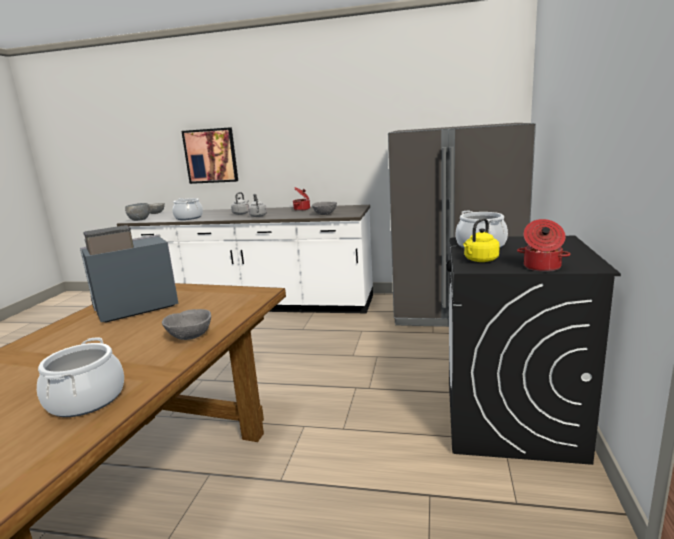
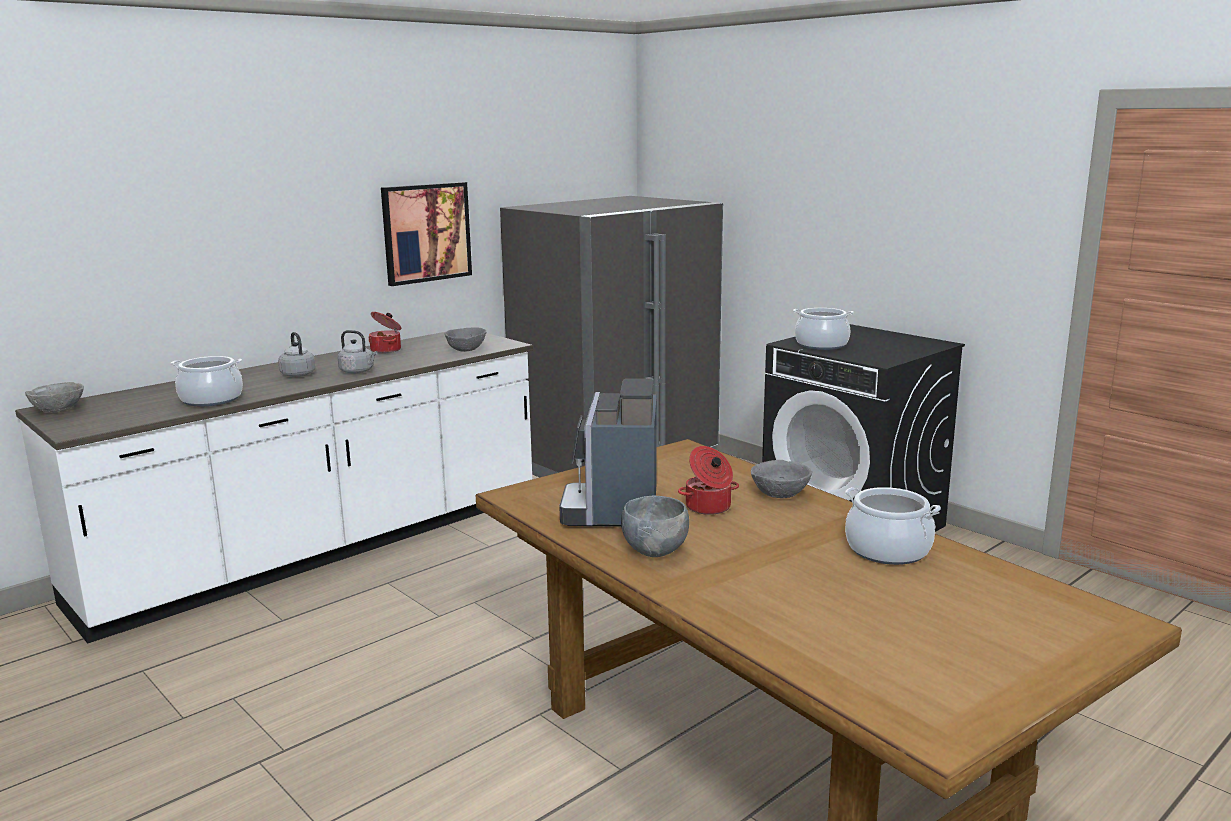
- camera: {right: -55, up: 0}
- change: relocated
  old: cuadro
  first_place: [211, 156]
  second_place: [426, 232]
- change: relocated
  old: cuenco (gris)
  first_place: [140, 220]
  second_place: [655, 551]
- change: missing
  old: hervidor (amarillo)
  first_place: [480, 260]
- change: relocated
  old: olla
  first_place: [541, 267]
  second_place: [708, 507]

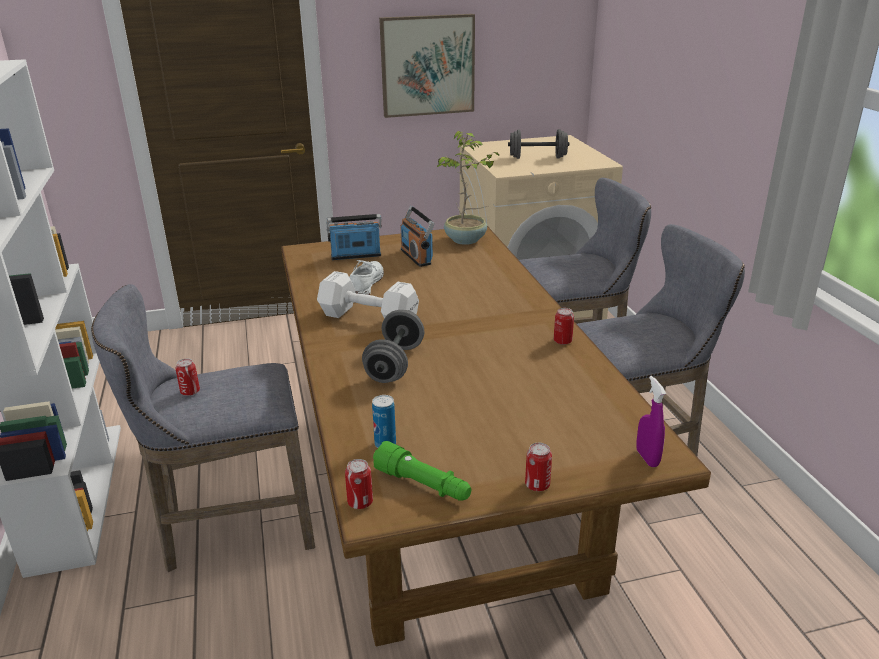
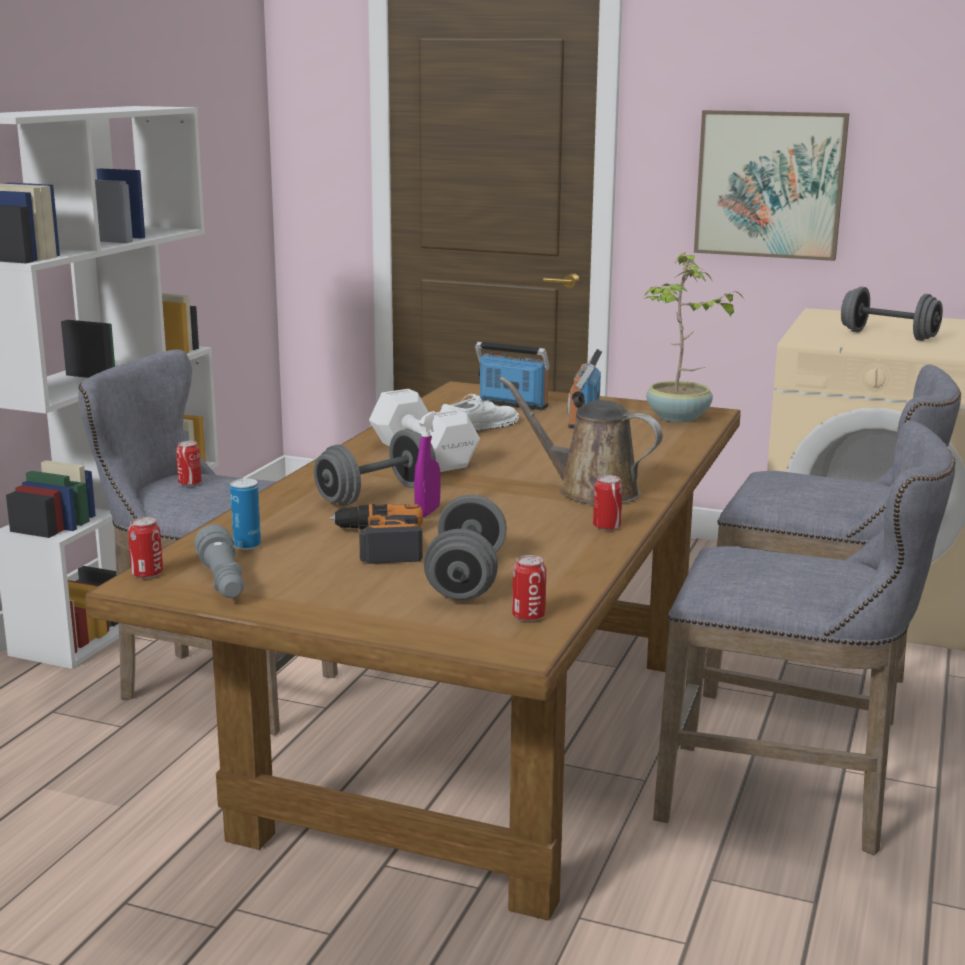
- camera: {right: 35, up: -10}
- change: relocated
  old: pulverizador (morado)
  first_place: [647, 458]
  second_place: [427, 512]
- change: colour
  old: linterna (verde)
  new: linterna (gris)
  first_place: [423, 485]
  second_place: [223, 582]
- change: relocated
  old: lata
  first_place: [537, 485]
  second_place: [528, 616]
- change: appeared
  new: regadera (marrón)
  second_place: [590, 491]
- change: appeared
  new: mancuerna (gris)
  second_place: [466, 578]
- change: appeared
  new: taladro
  second_place: [378, 543]

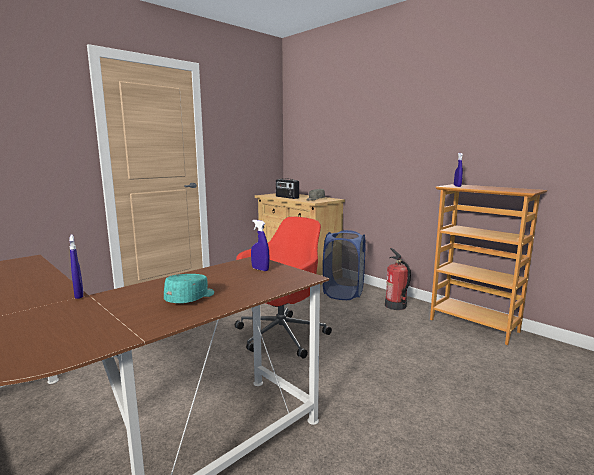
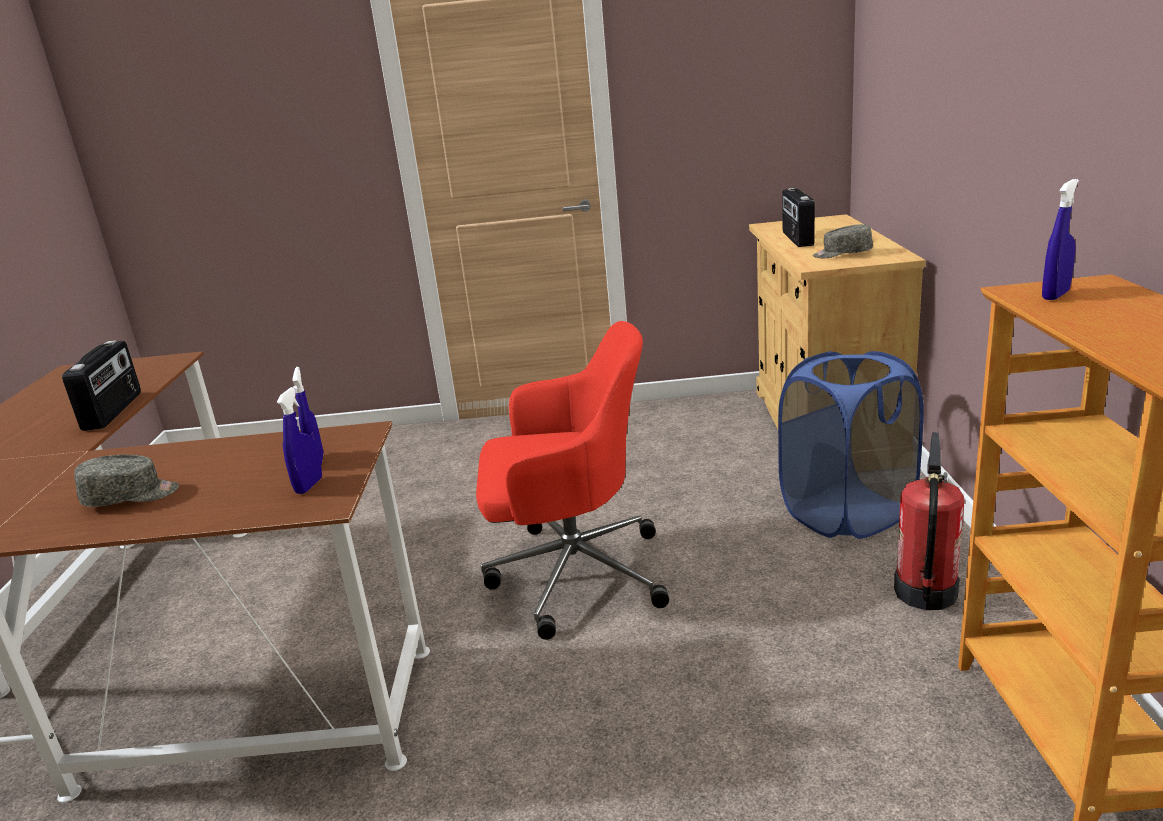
- camera: {right: 45, up: 10}
- change: relocated
  old: pulverizador (azul)
  first_place: [79, 295]
  second_place: [309, 486]
- change: colour
  old: gorra (turquesa)
  new: gorra (gris)
  first_place: [191, 298]
  second_place: [131, 497]
- change: appeared
  new: radio
  second_place: [114, 411]

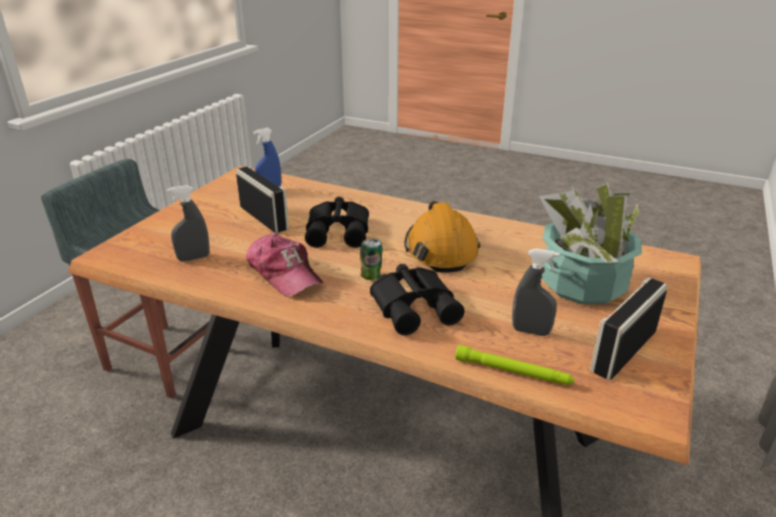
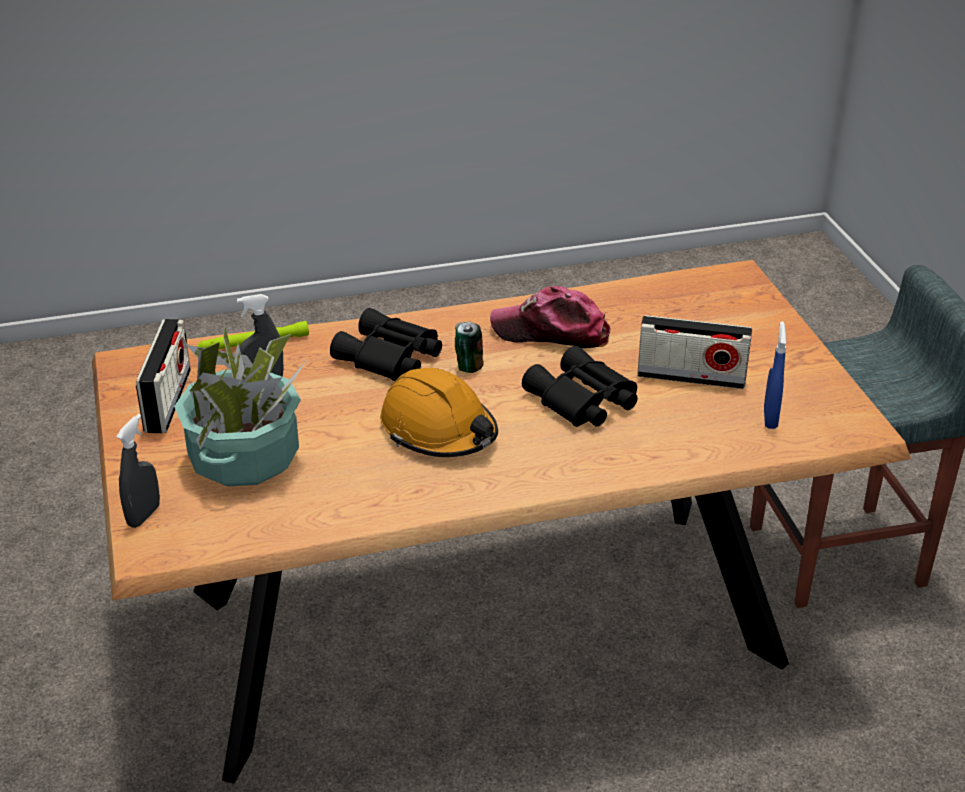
- camera: {right: 140, up: 5}
- change: relocated
  old: pulverizador (gris)
  first_place: [194, 258]
  second_place: [144, 515]

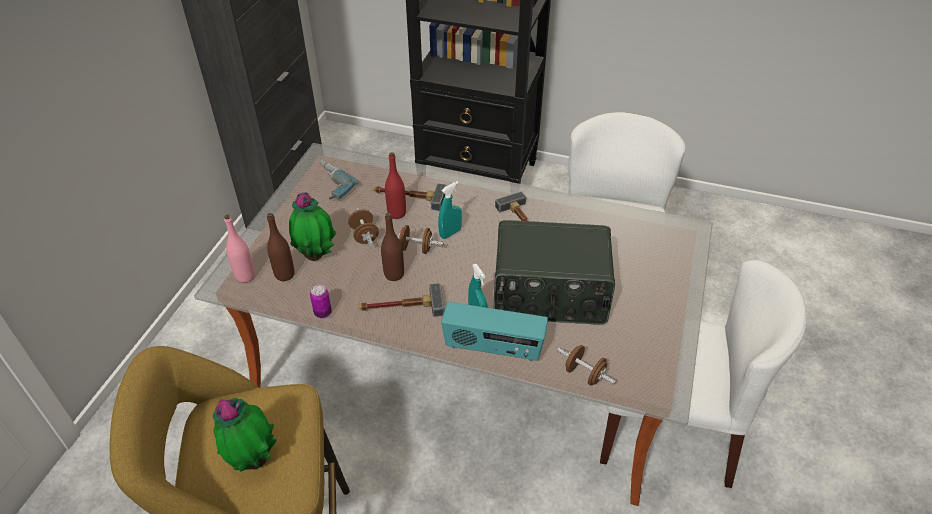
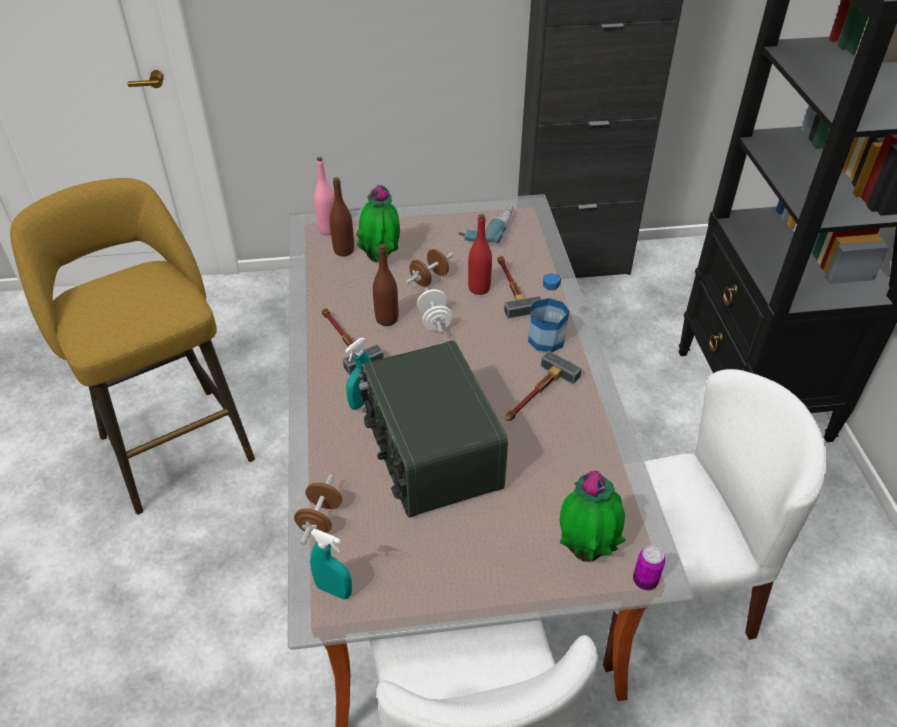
- camera: {right: 65, up: 0}
- change: relocated
  old: pulverizador (turquesa)
  first_place: [450, 233]
  second_place: [334, 590]
- change: colour
  old: mancuerna (marrón)
  new: mancuerna (blanco)
  first_place: [416, 248]
  second_place: [434, 321]
- change: relocated
  old: lata
  first_place: [323, 312]
  second_place: [645, 581]
- change: missing
  old: radio
  first_place: [493, 348]
- change: relocated
  old: planta en maceta
  first_place: [253, 459]
  second_place: [586, 550]
- change: appeared
  new: botella
  second_place: [546, 339]

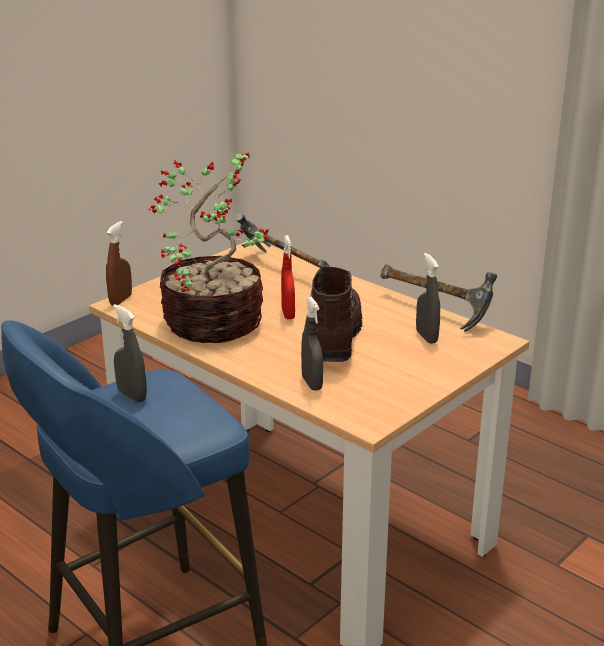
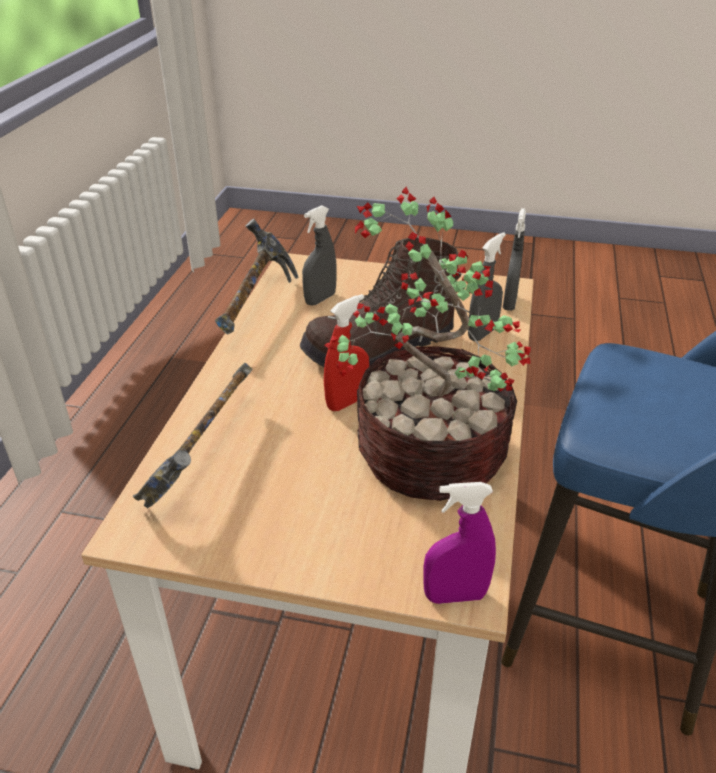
- camera: {right: -120, up: 10}
- change: colour
  old: pulverizador (marrón)
  new: pulverizador (morado)
  first_place: [120, 300]
  second_place: [455, 596]
- change: relocated
  old: pulverizador (gris)
  first_place: [132, 396]
  second_place: [509, 303]

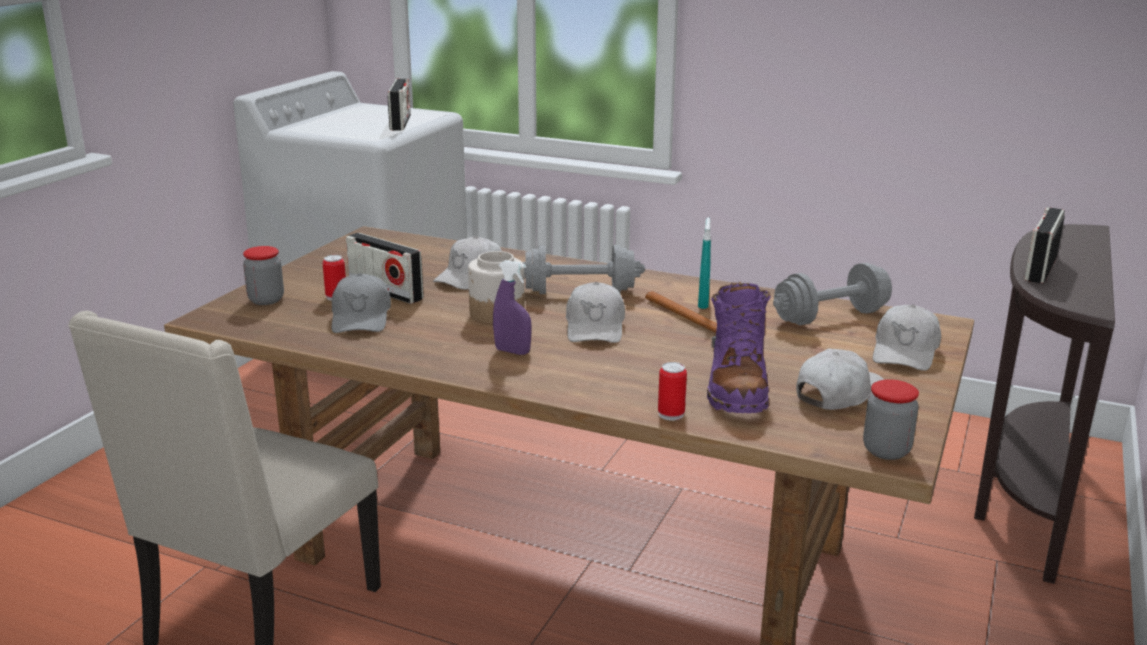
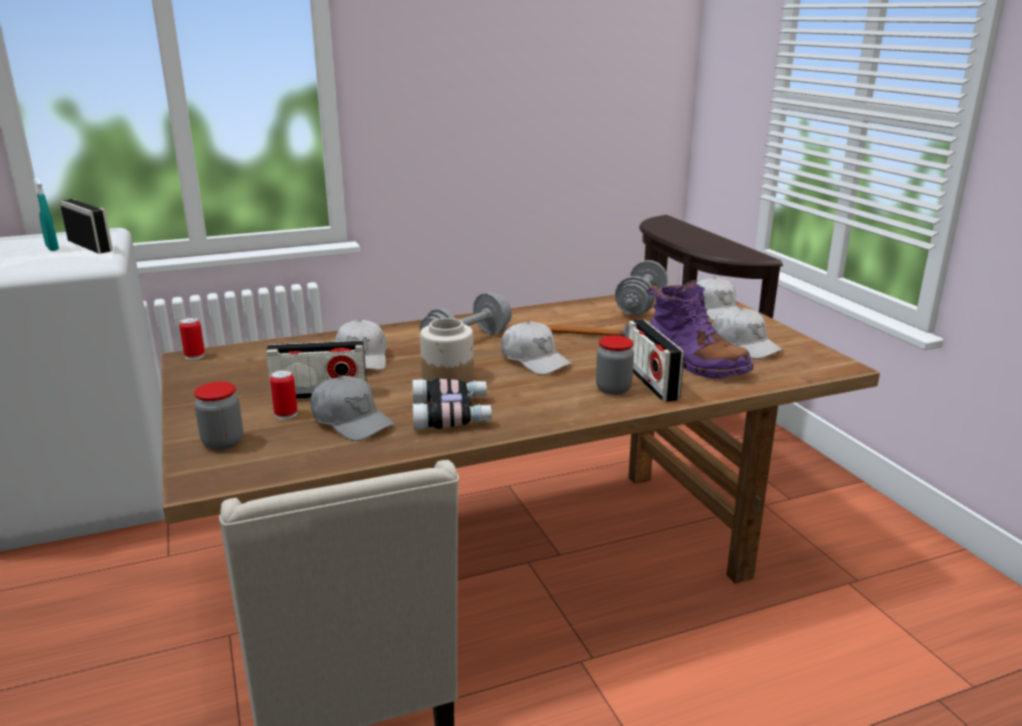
- camera: {right: -45, up: 0}
- change: relocated
  old: radio
  first_place: [1040, 268]
  second_place: [651, 382]
- change: relocated
  old: pulverizador (turquesa)
  first_place: [703, 303]
  second_place: [52, 248]
- change: missing
  old: pulverizador (morado)
  first_place: [512, 351]
- change: spun
  old: gorra (blanco)
  first_place: [840, 395]
  second_place: [745, 345]
  degrees: 135
- change: relocated
  old: lata
  first_place: [671, 414]
  second_place: [194, 356]
- change: relocated
  old: tarro
  first_place: [886, 450]
  second_place: [613, 389]
- change: appeared
  new: prismáticos
  second_place: [452, 413]

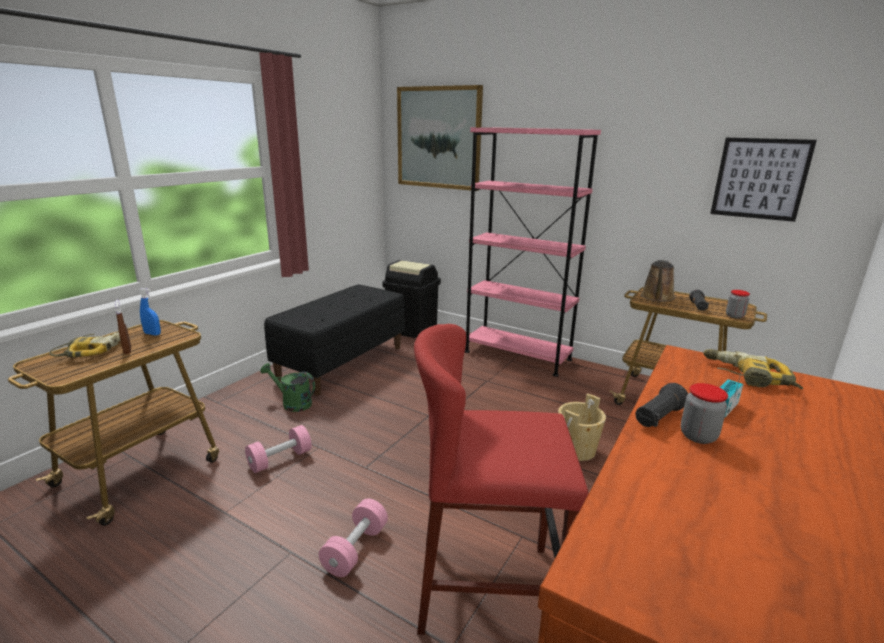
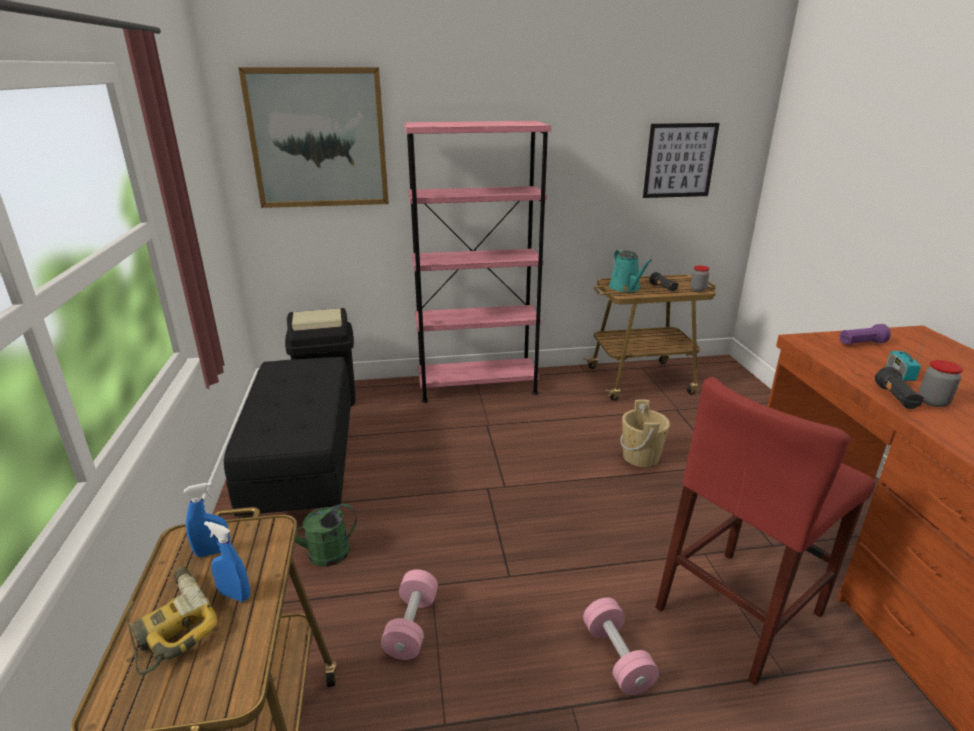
- camera: {right: -40, up: 5}
- change: colour
  old: regadera (marrón)
  new: regadera (turquesa)
  first_place: [657, 297]
  second_place: [626, 288]
- change: colour
  old: pulverizador (marrón)
  new: pulverizador (azul)
  first_place: [127, 351]
  second_place: [234, 595]
- change: exchanged
  old: taladro
  new: linterna (morado)
  first_place: [747, 377]
  second_place: [861, 344]

